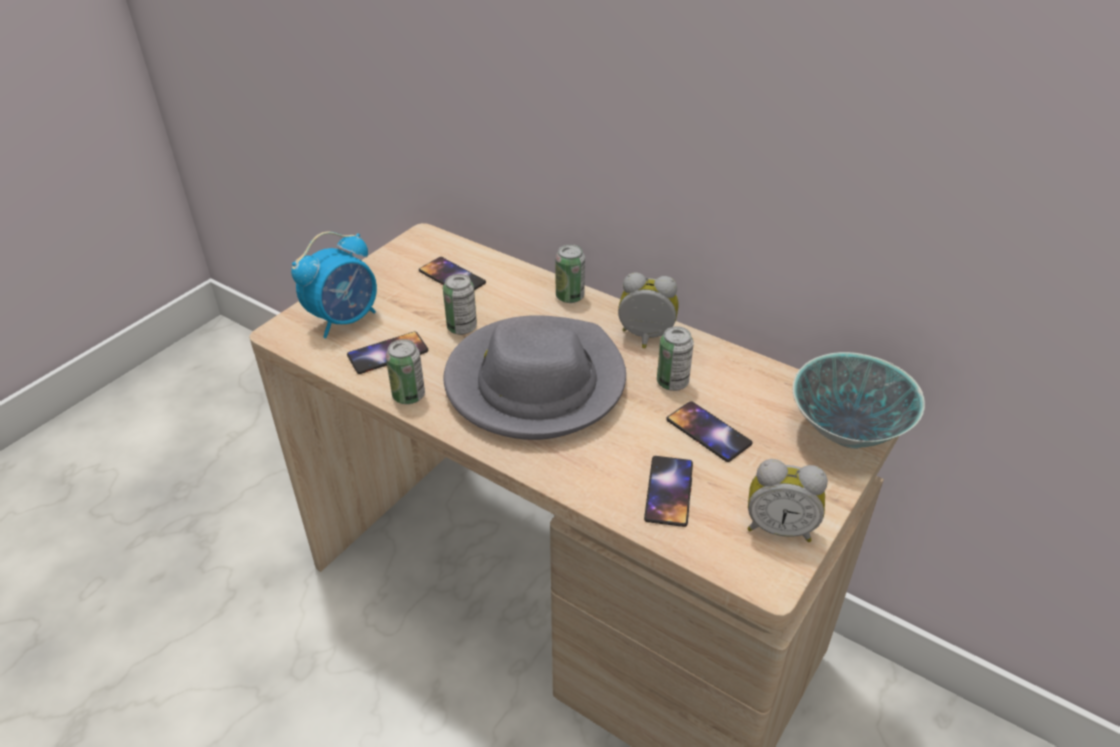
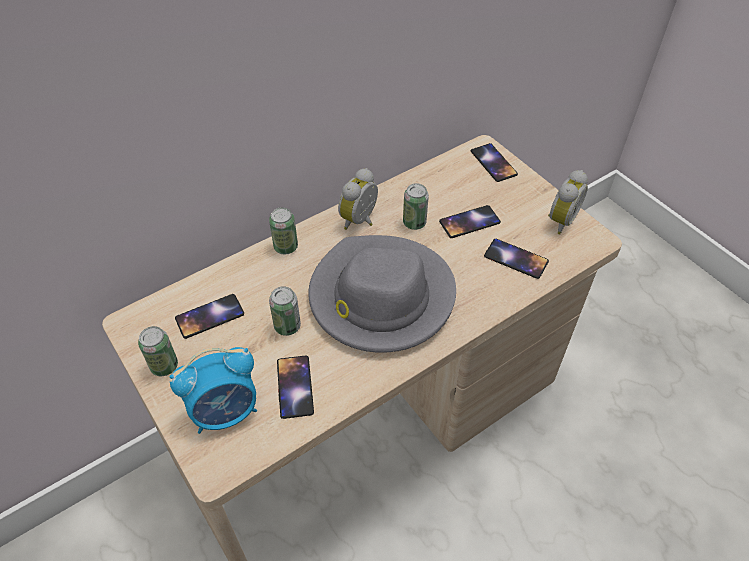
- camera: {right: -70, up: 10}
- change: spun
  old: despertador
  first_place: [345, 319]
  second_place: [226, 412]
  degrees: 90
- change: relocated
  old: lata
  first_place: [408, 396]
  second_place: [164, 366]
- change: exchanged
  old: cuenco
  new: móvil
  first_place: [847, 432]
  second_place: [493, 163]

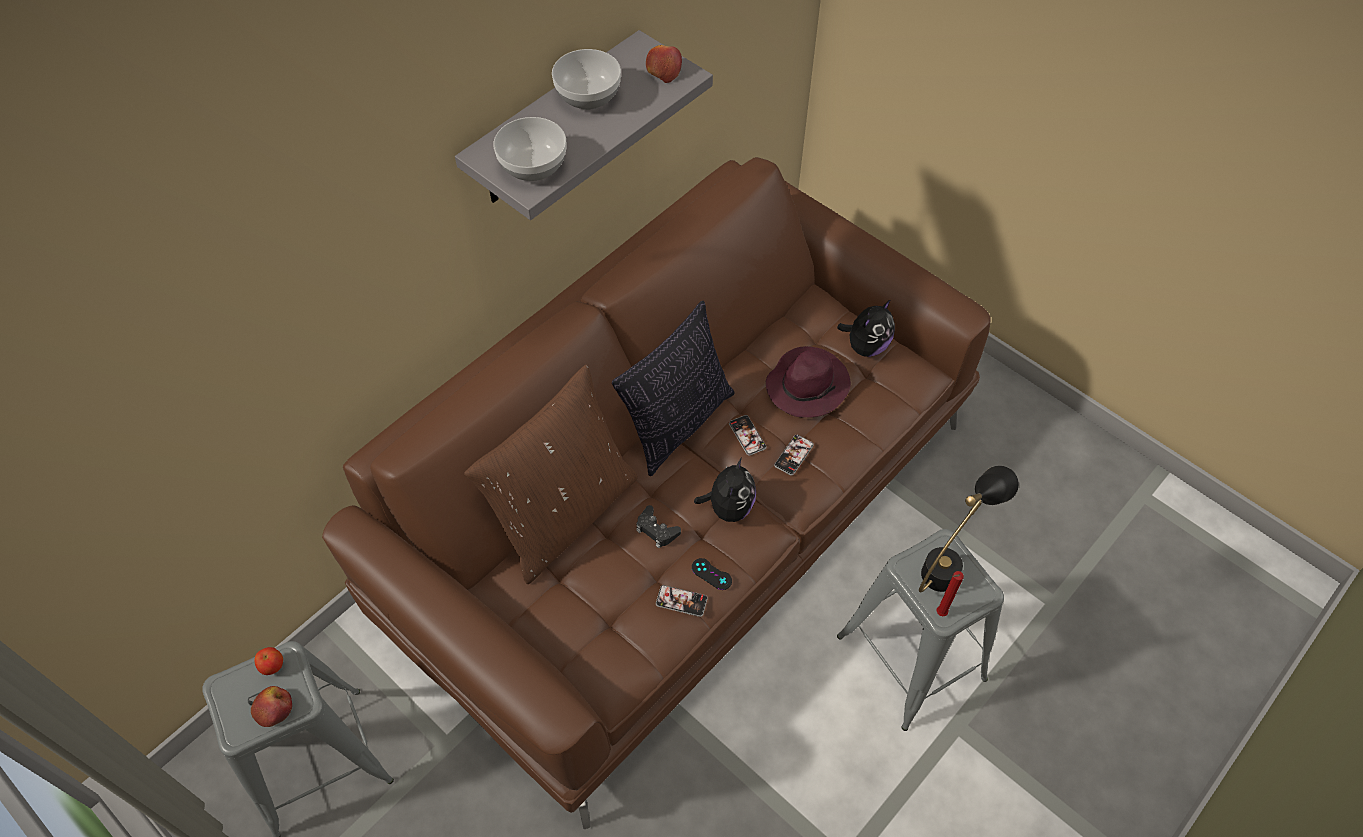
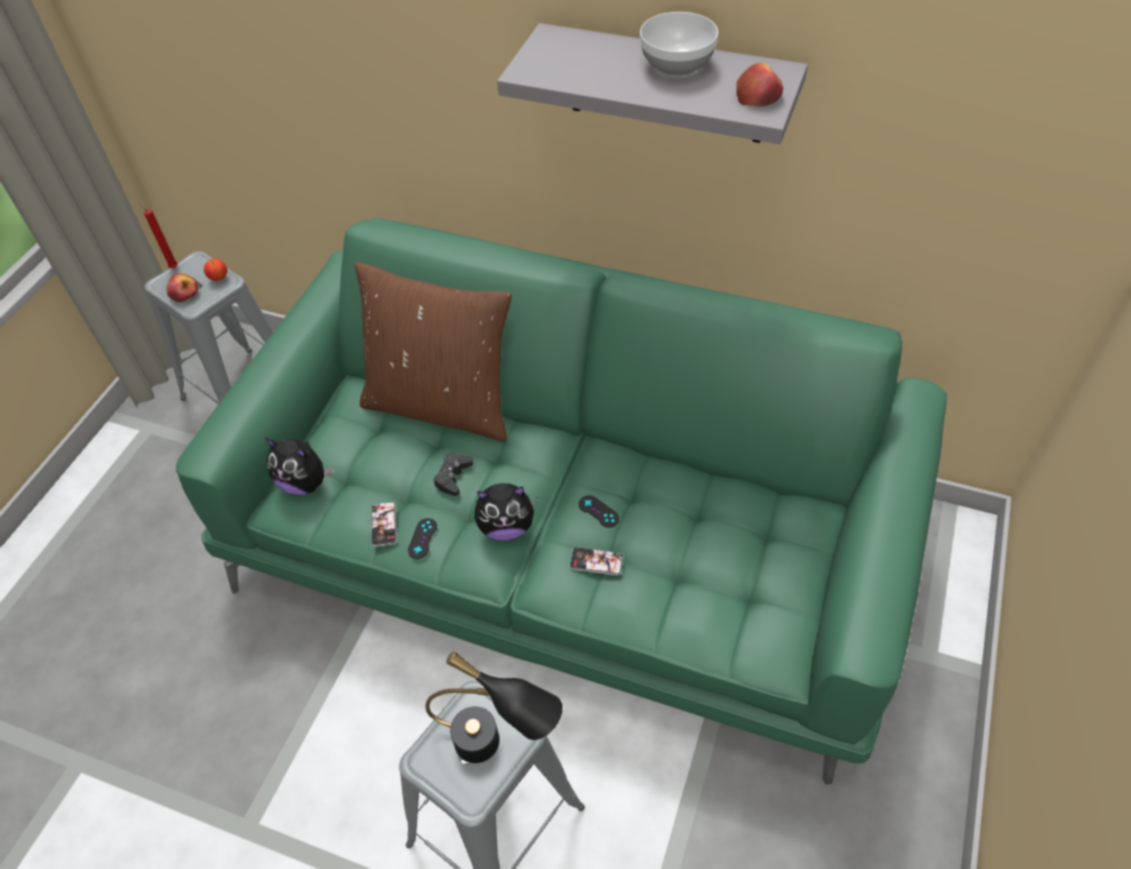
- camera: {right: 70, up: -5}
- change: missing
  old: cuenco
  first_place: [533, 167]
- change: colour
  old: sofá (marrón)
  new: sofá (verde)
  first_place: [681, 511]
  second_place: [571, 545]
- change: relocated
  old: peluche
  first_place: [866, 346]
  second_place: [305, 483]
- change: missing
  old: cojín
  first_place: [678, 424]
- change: missing
  old: sombrero (morado)
  first_place: [807, 385]
- change: exchanged
  old: móvil
  new: mando de consola (negro)
  first_place: [747, 435]
  second_place: [598, 511]
- change: relocated
  old: vela (rojo)
  first_place: [939, 614]
  second_place: [173, 267]

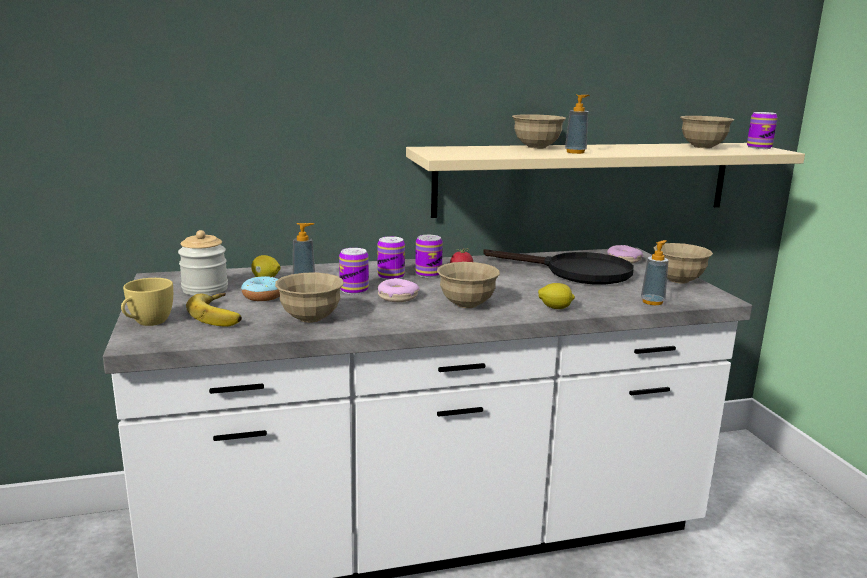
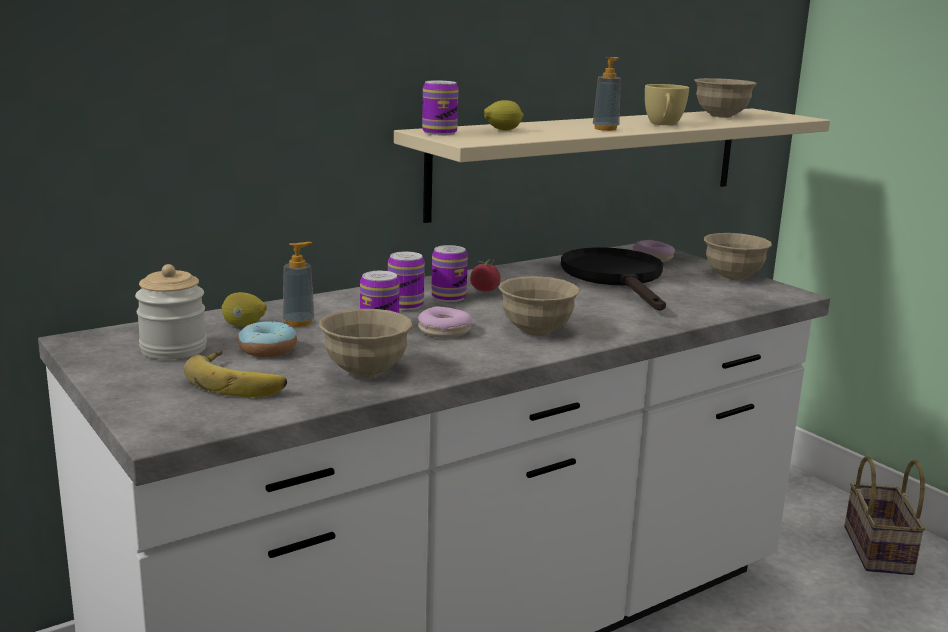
- camera: {right: -20, up: 0}
- change: relocated
  old: lata
  first_place: [759, 147]
  second_place: [439, 133]
- change: missing
  old: cuenco (beis)
  first_place: [537, 147]
- change: missing
  old: dispensador de jabón
  first_place: [652, 302]
- change: spun
  old: sartén (negro)
  first_place: [576, 272]
  second_place: [617, 278]
  degrees: -105
- change: relocated
  old: taza (amarillo)
  first_place: [147, 323]
  second_place: [664, 124]
- change: relocated
  old: limón
  first_place: [555, 308]
  second_place: [503, 130]
- change: appeared
  new: cesta
  second_place: [880, 551]

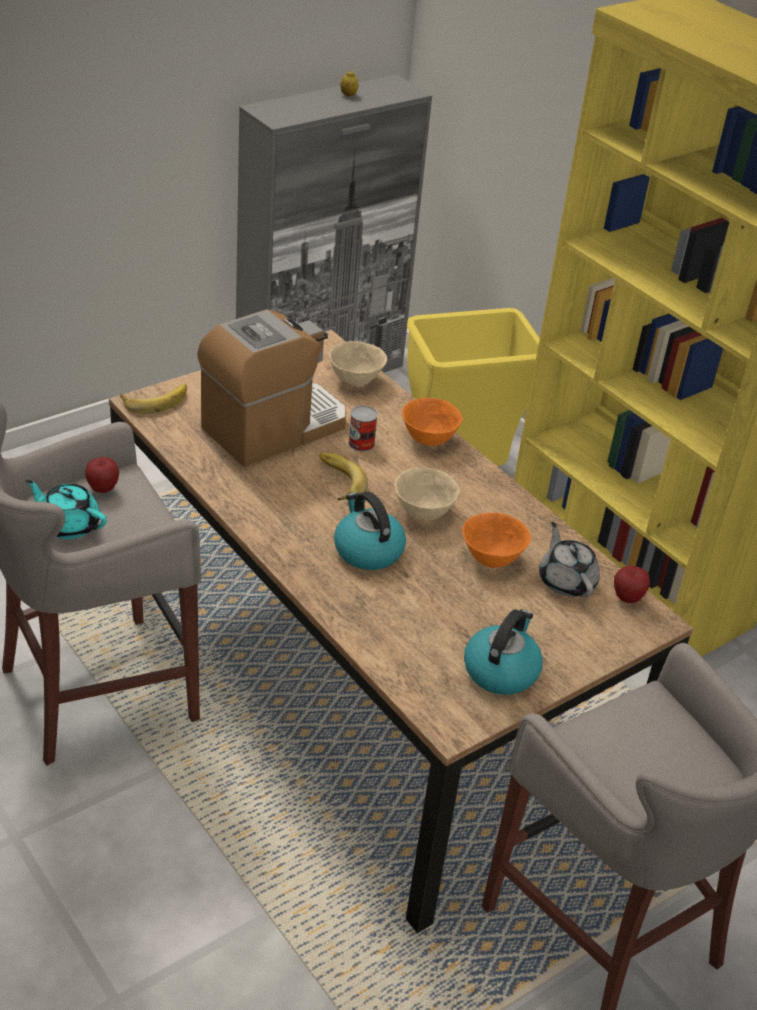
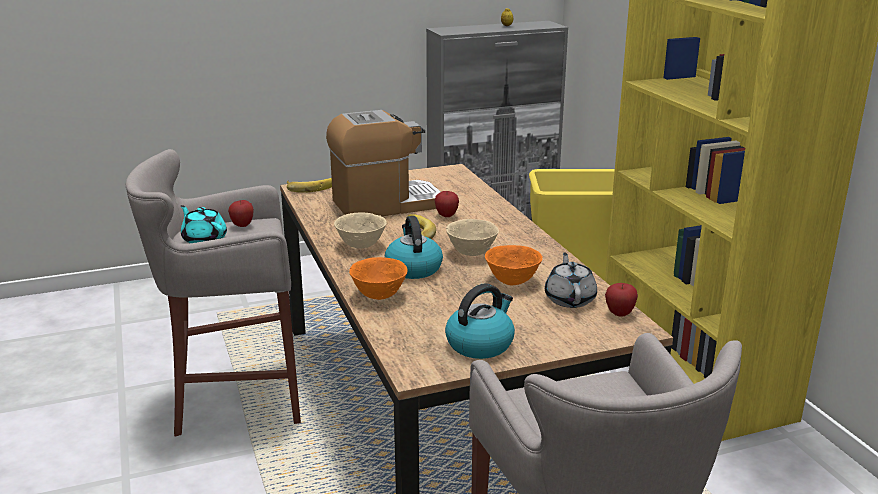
- camera: {right: 20, up: -15}
- change: relocated
  old: cuenco (beis)
  first_place: [356, 381]
  second_place: [361, 246]
- change: relocated
  old: cuenco (naranja)
  first_place: [429, 439]
  second_place: [379, 295]
- change: exchanged
  old: lata
  new: manzana
  first_place: [361, 443]
  second_place: [446, 216]

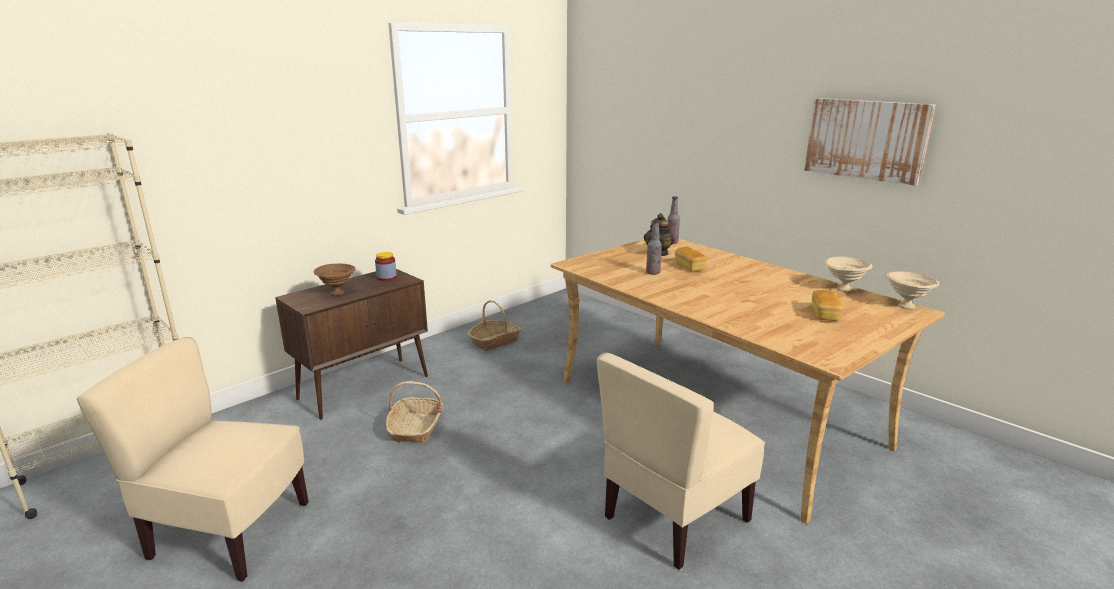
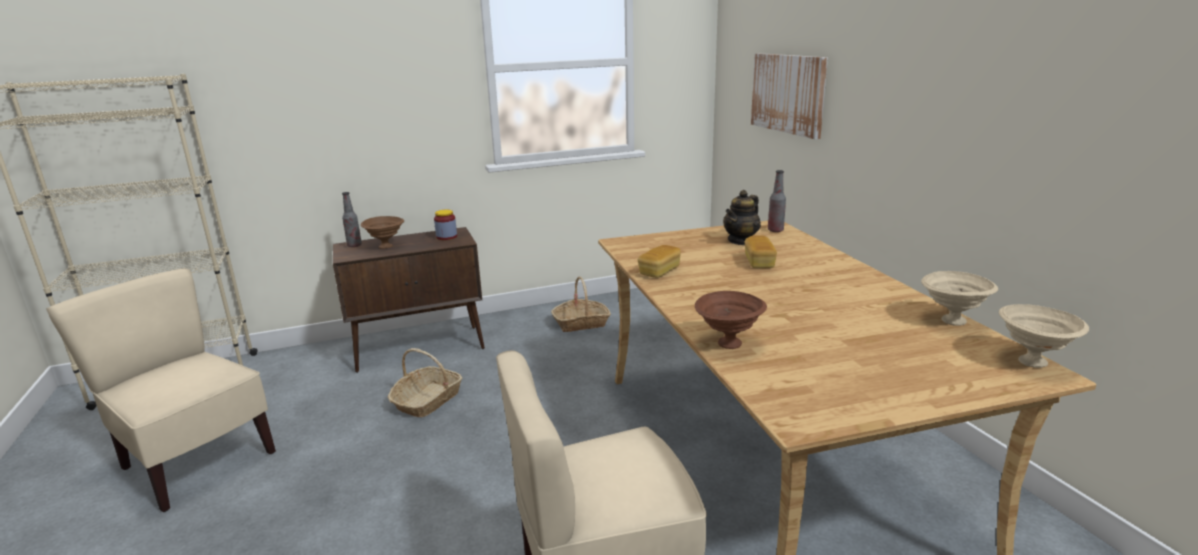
- camera: {right: 25, up: 0}
- change: relocated
  old: cuadro
  first_place: [866, 139]
  second_place: [788, 93]
- change: relocated
  old: botella
  first_place: [653, 273]
  second_place: [354, 245]
- change: relocated
  old: pan
  first_place: [824, 314]
  second_place: [659, 271]
- change: appeared
  new: cuenco (marrón)
  second_place: [728, 344]

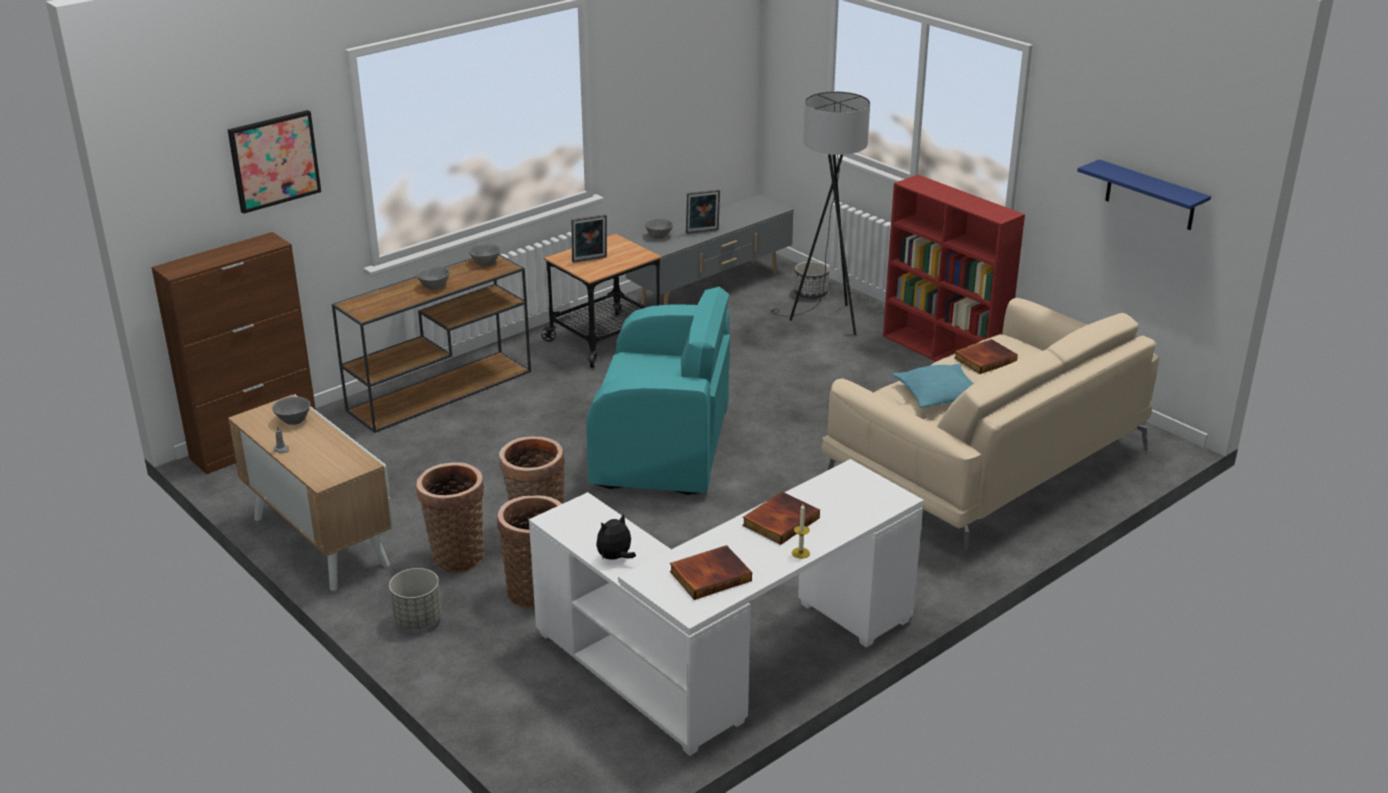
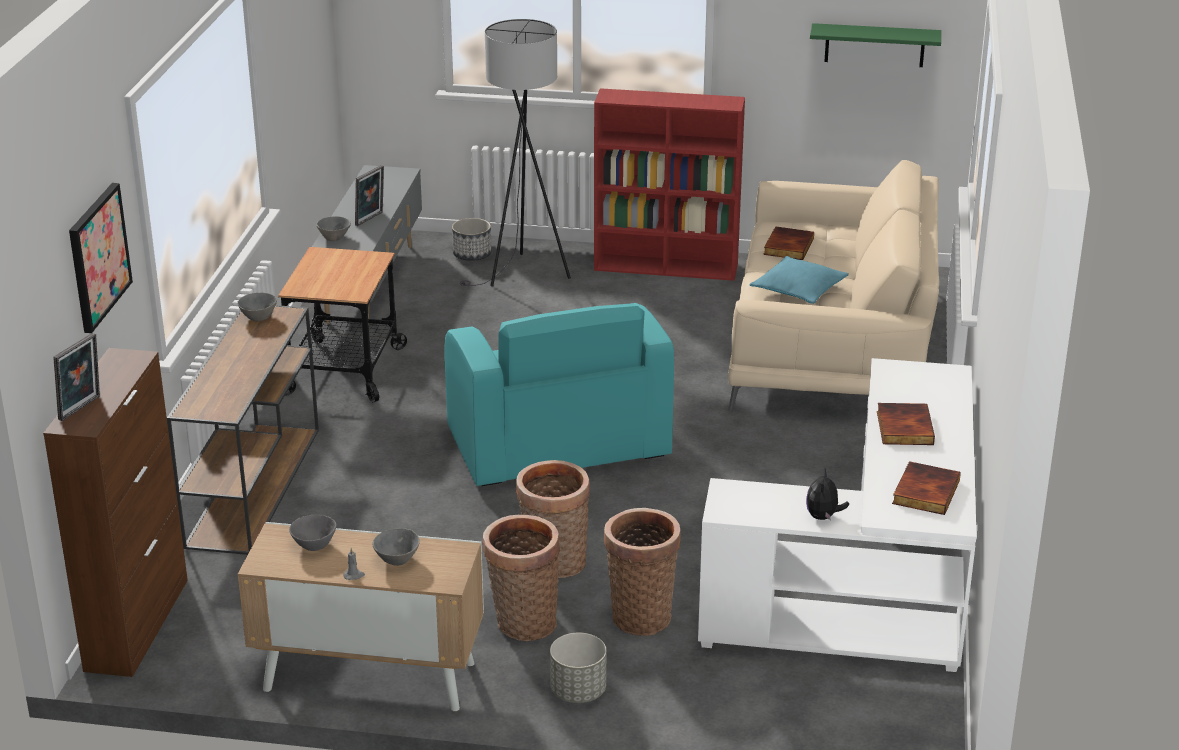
- camera: {right: -40, up: 0}
- change: colour
  old: estante (azul)
  new: estante (verde)
  first_place: [1150, 196]
  second_place: [874, 45]
- change: relocated
  old: portarretratos
  first_place: [590, 260]
  second_place: [82, 409]
- change: relocated
  old: cuenco (gris)
  first_place: [434, 286]
  second_place: [396, 559]
- change: spun
  old: sillón (turquesa)
  first_place: [663, 447]
  second_place: [556, 445]
  degrees: 105
- change: missing
  old: vela
  first_place: [800, 553]

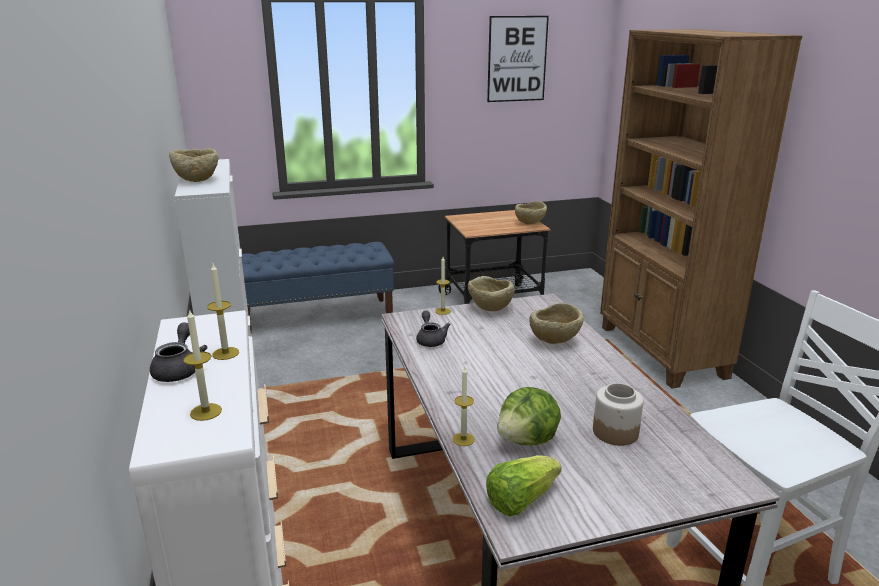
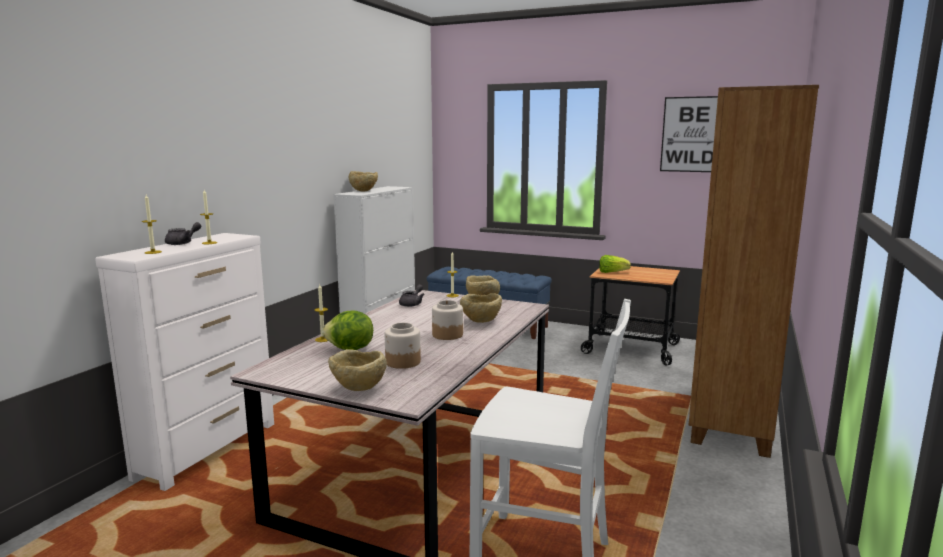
- camera: {right: 40, up: -10}
- change: relocated
  old: cuenco (beis)
  first_place: [530, 224]
  second_place: [358, 390]
- change: relocated
  old: lechuga
  first_place: [520, 500]
  second_place: [612, 272]
- change: appeared
  new: tarro
  second_place: [447, 335]

